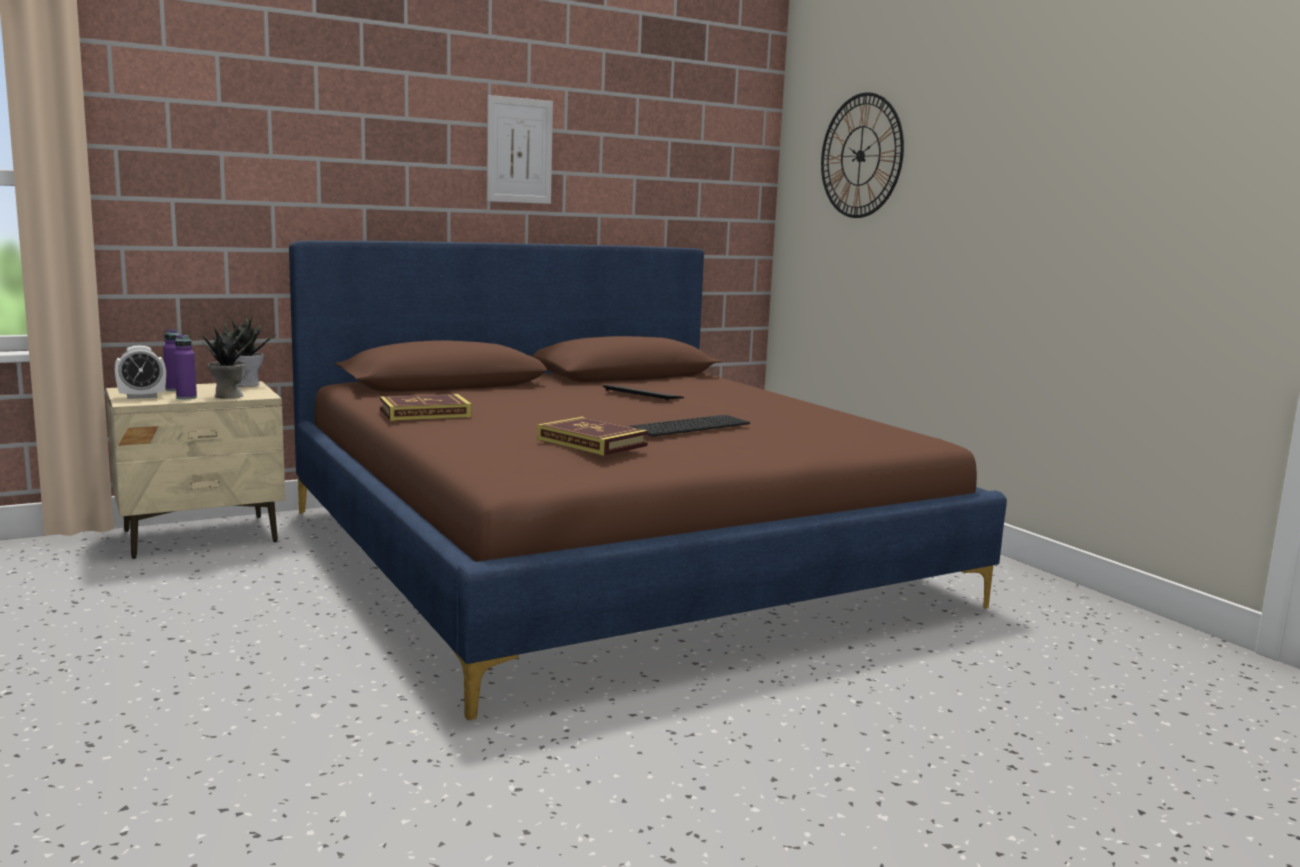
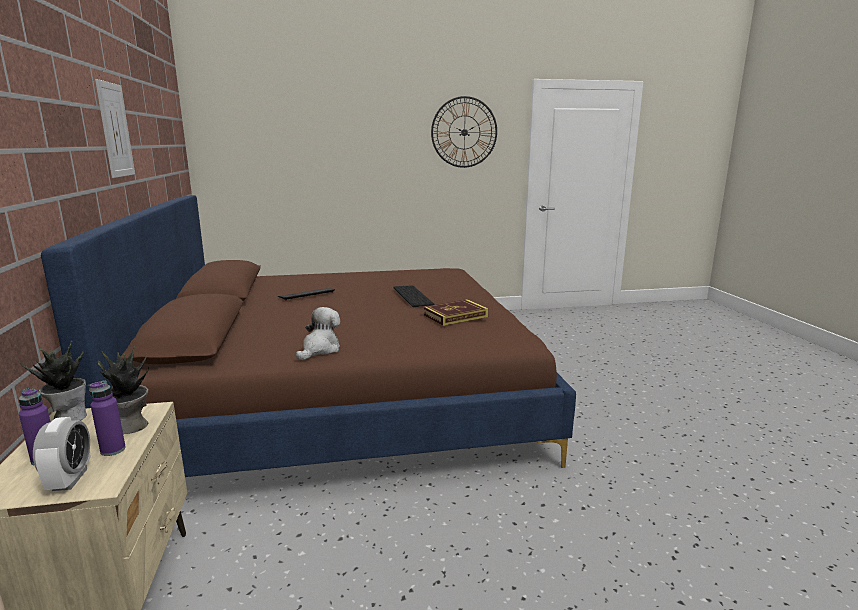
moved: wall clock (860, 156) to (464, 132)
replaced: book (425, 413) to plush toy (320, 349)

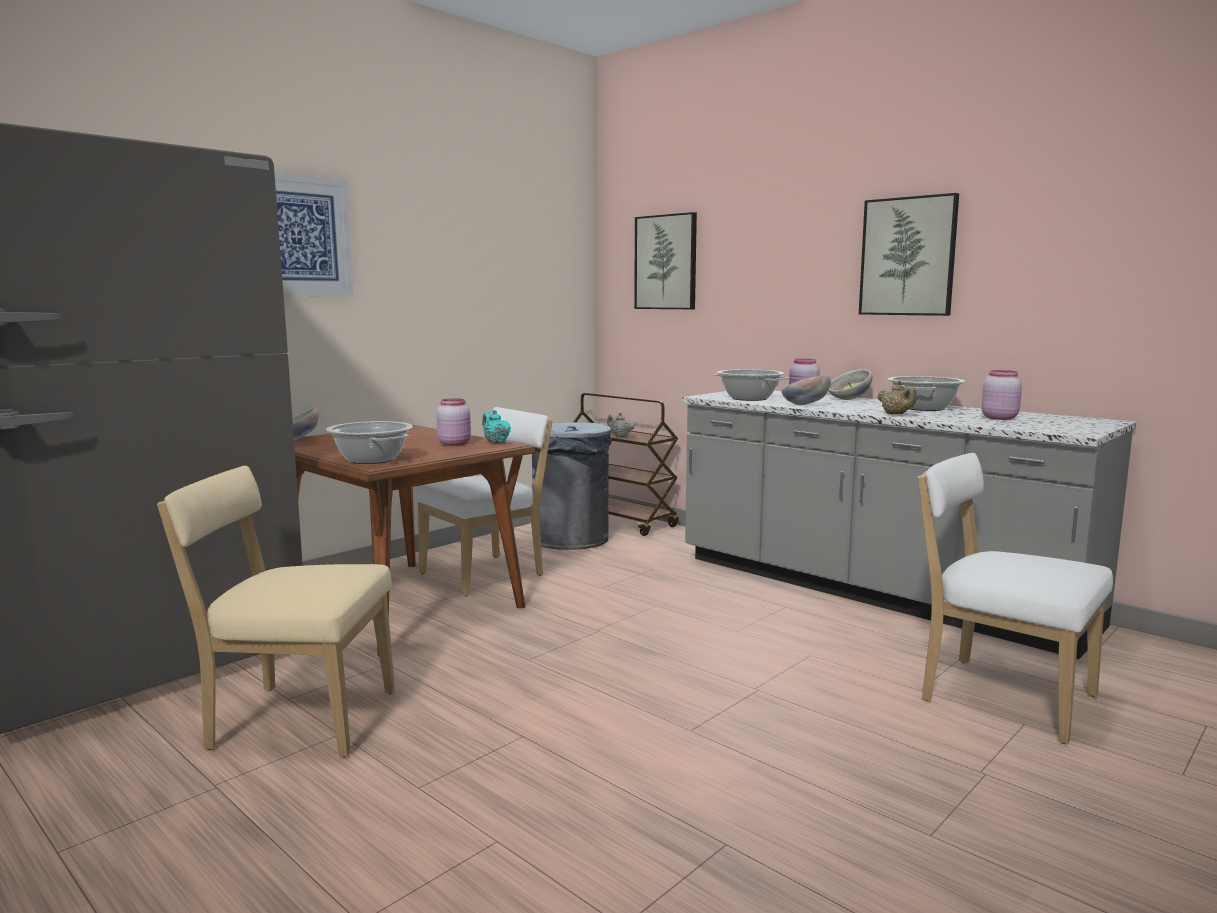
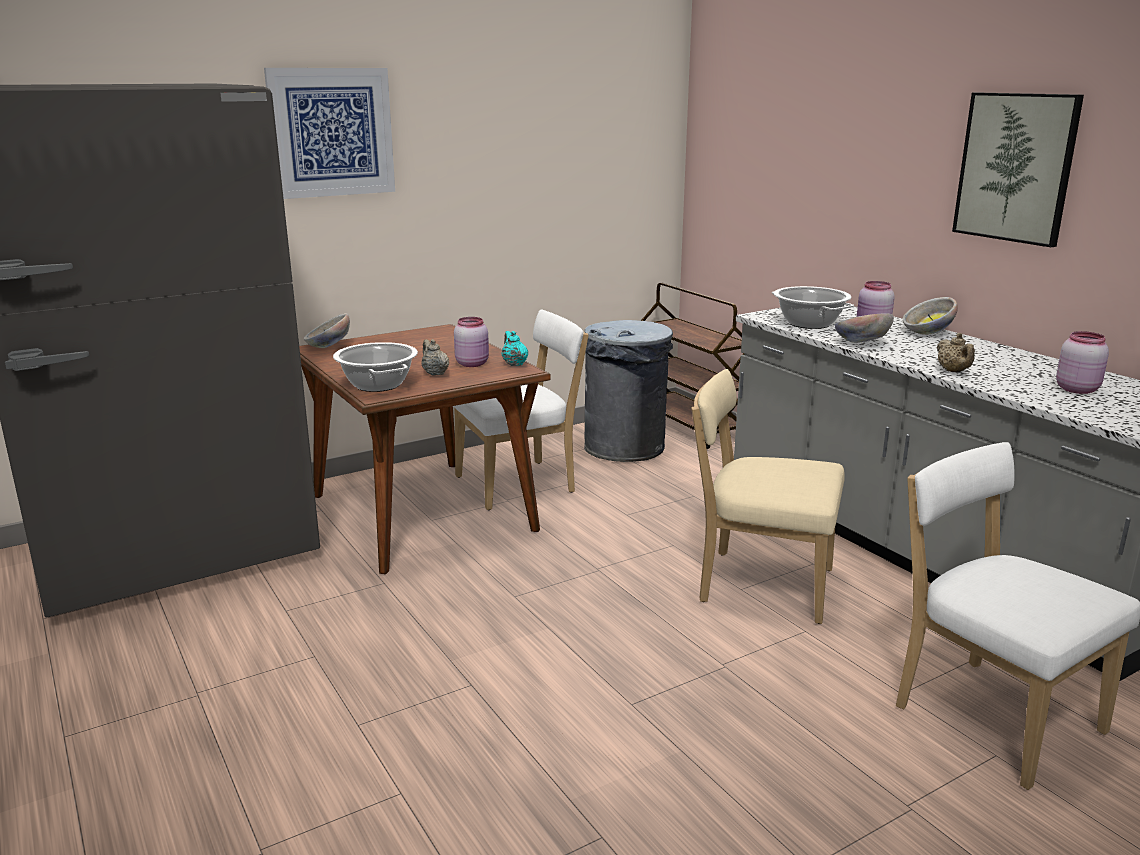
removed: picture (666, 262); cooking pot (924, 408)
moved: chair (beige) (295, 719) to (759, 584); teapot (beige) (620, 436) to (435, 373)

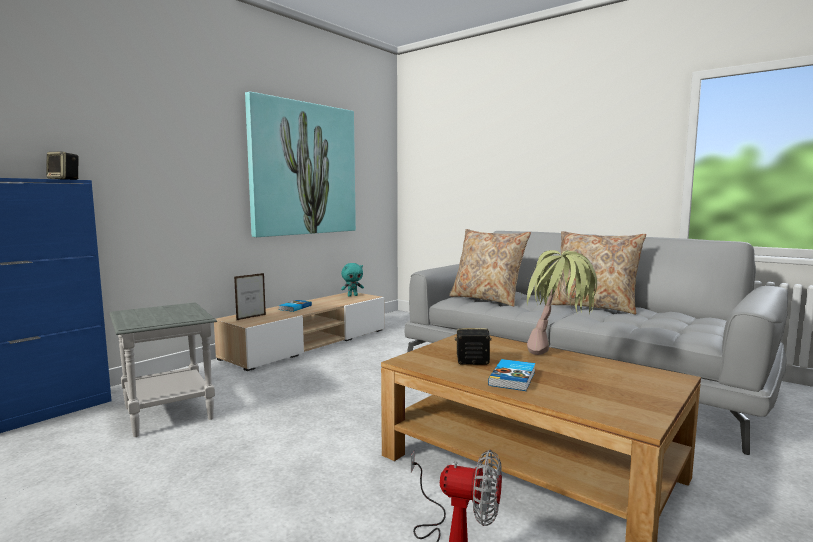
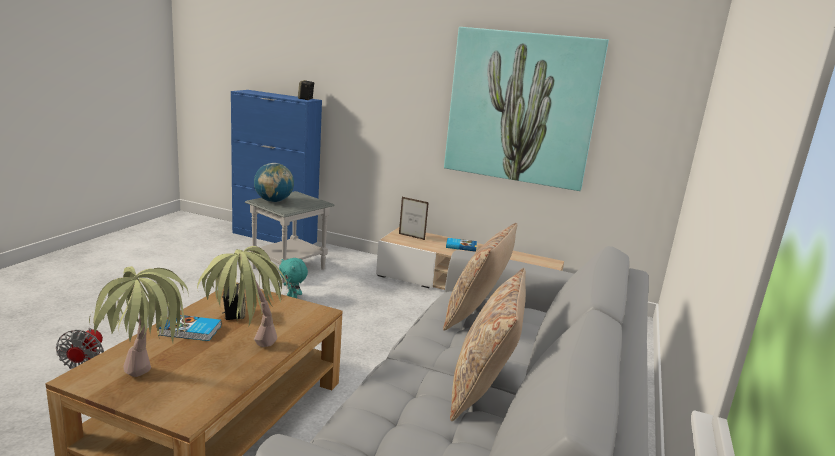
added: potted plant (145, 387); globe (273, 201)
moved: plush toy (turquoise) (352, 295) to (293, 297)

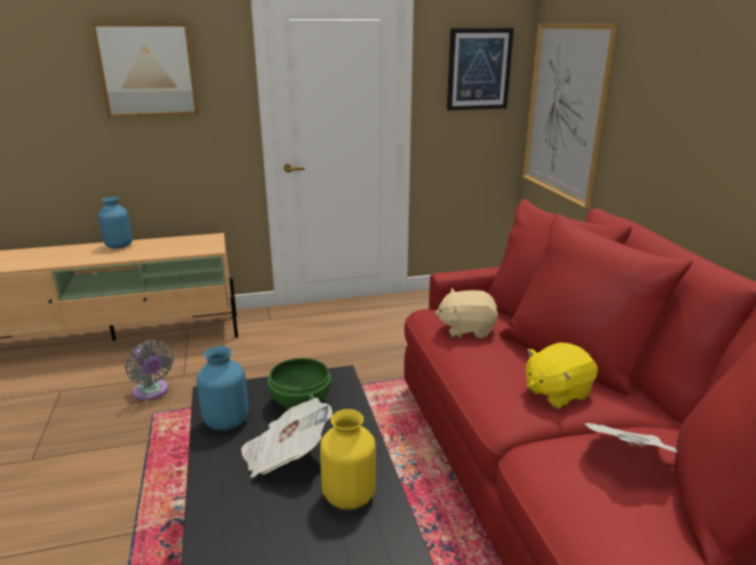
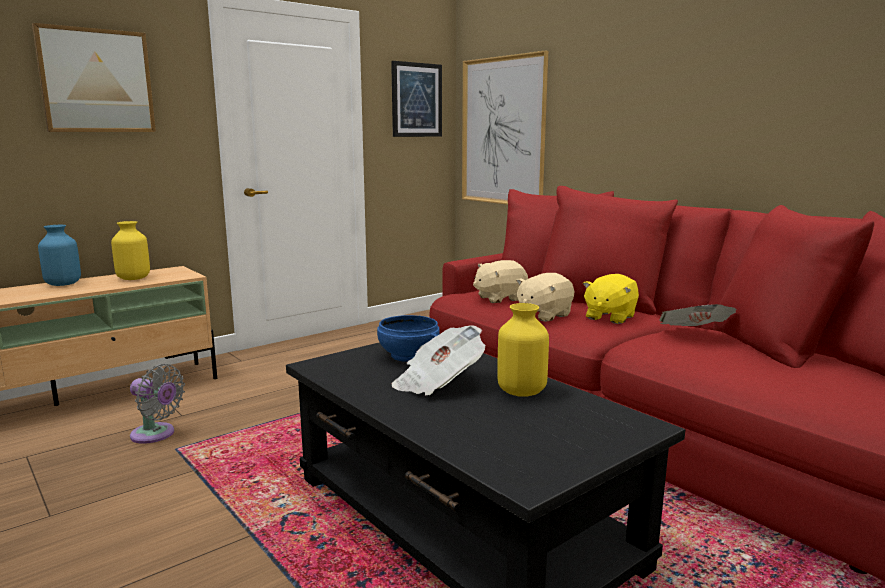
removed: vase (blue) (227, 421)
added: vase (yellow) (134, 278); plush toy (beige) (543, 315)
recoloured: bowl (green) (299, 402) to bowl (blue) (407, 356)

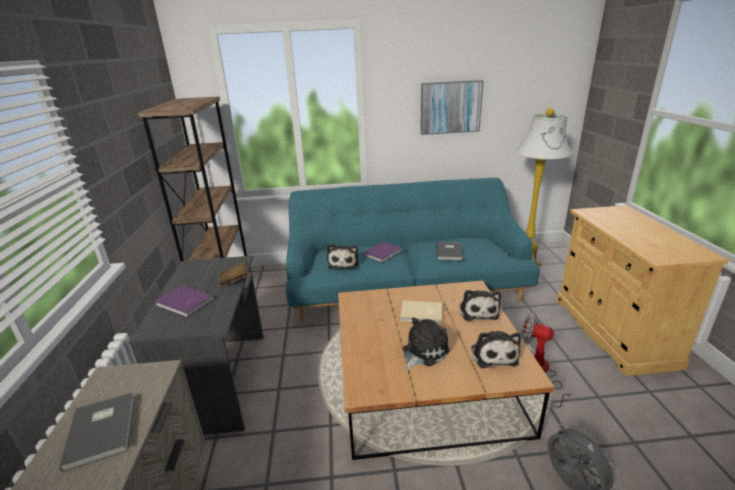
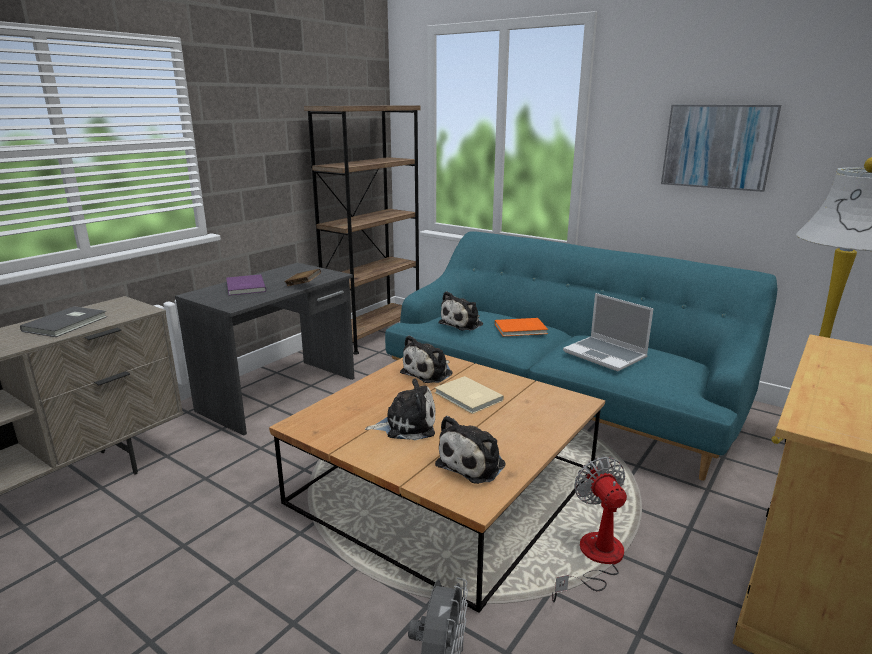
moved: plush toy (478, 311) to (429, 373)
replaced: book (grey) (450, 252) to laptop (606, 355)
recoloured: book (purple) (383, 253) to book (orange) (521, 329)

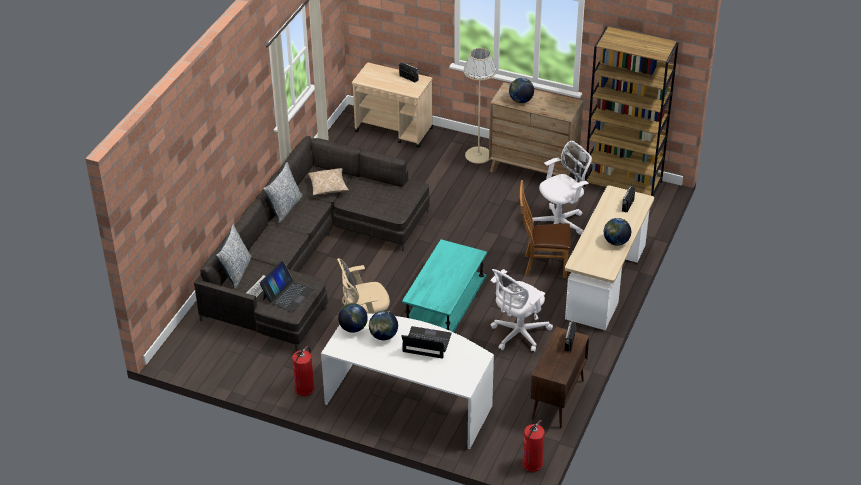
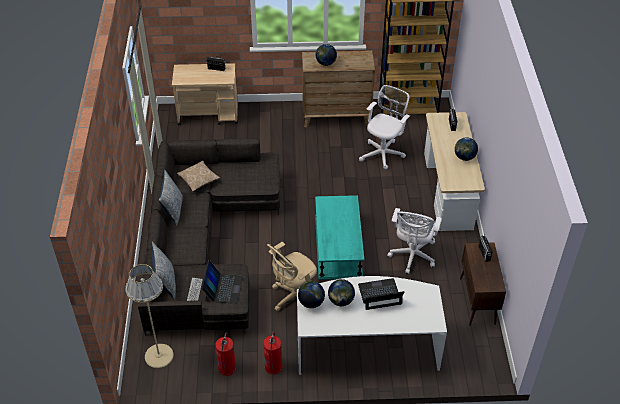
removed: chair (brown) (542, 265)
moved: floor lamp (beige) (478, 155) to (158, 355); fire extinguisher (533, 463) to (227, 367)

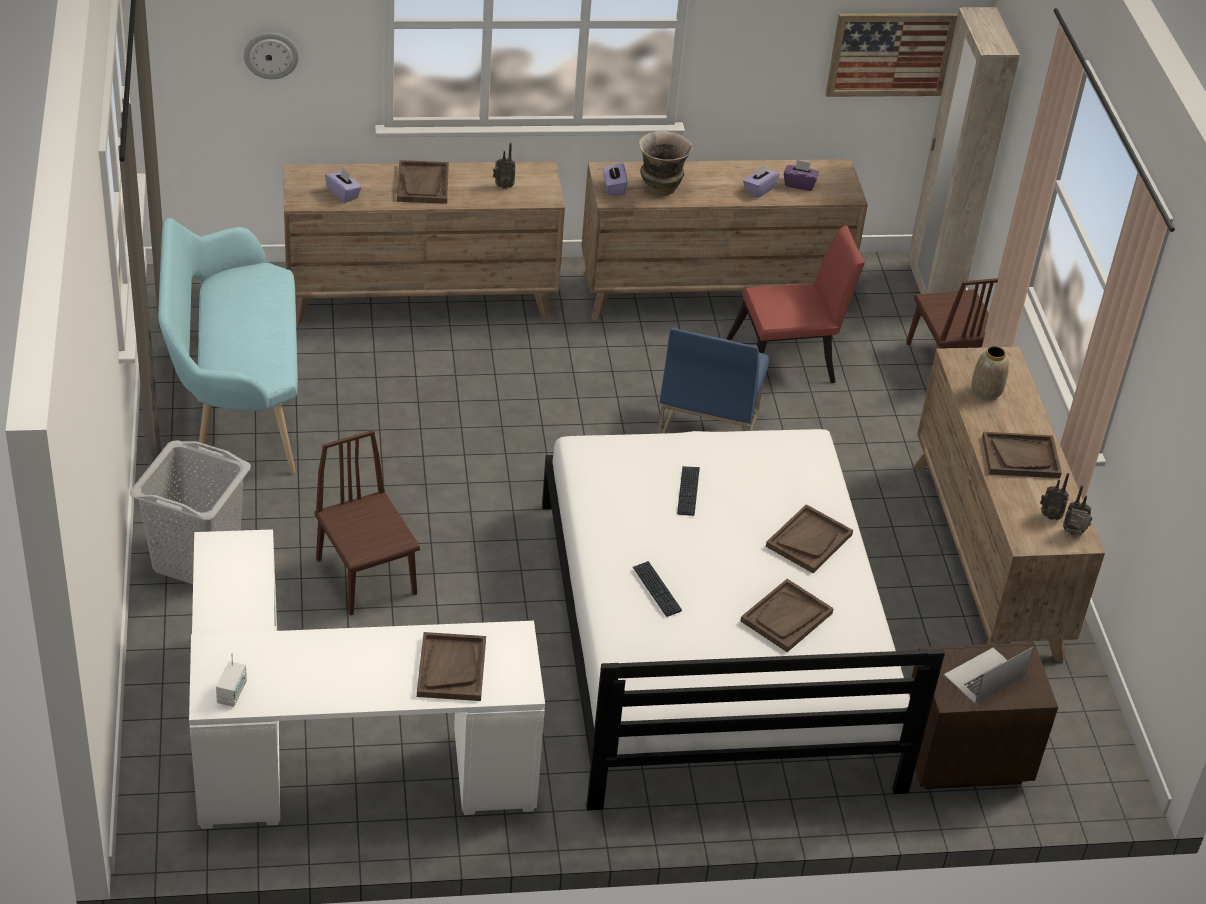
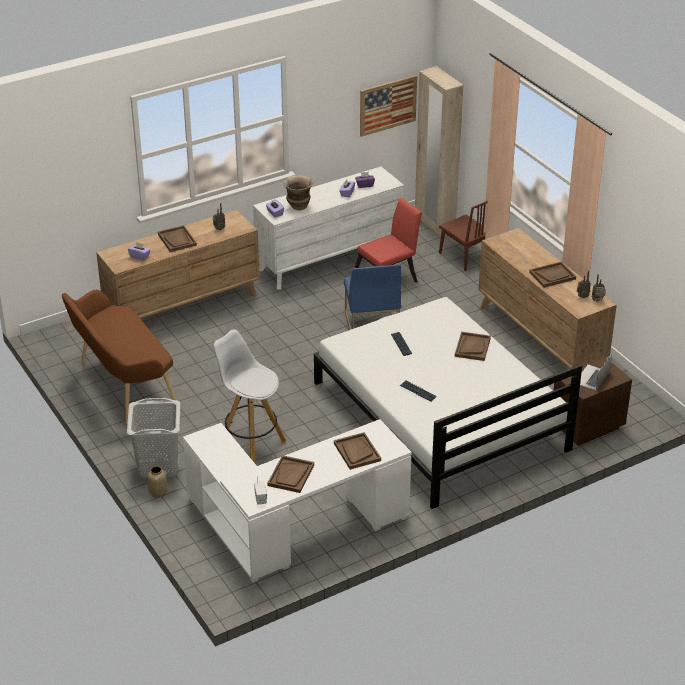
removed: wall clock (271, 55)
moved: tray (brown) (786, 617) to (291, 475); vase (985, 392) to (158, 492)
replaced: chair (brown) (366, 576) to stool (white) (250, 444)
recoloured: bench (turquoise) (235, 403) to bench (brown) (122, 386); dresser (brown) (713, 294) to dresser (white) (329, 259)

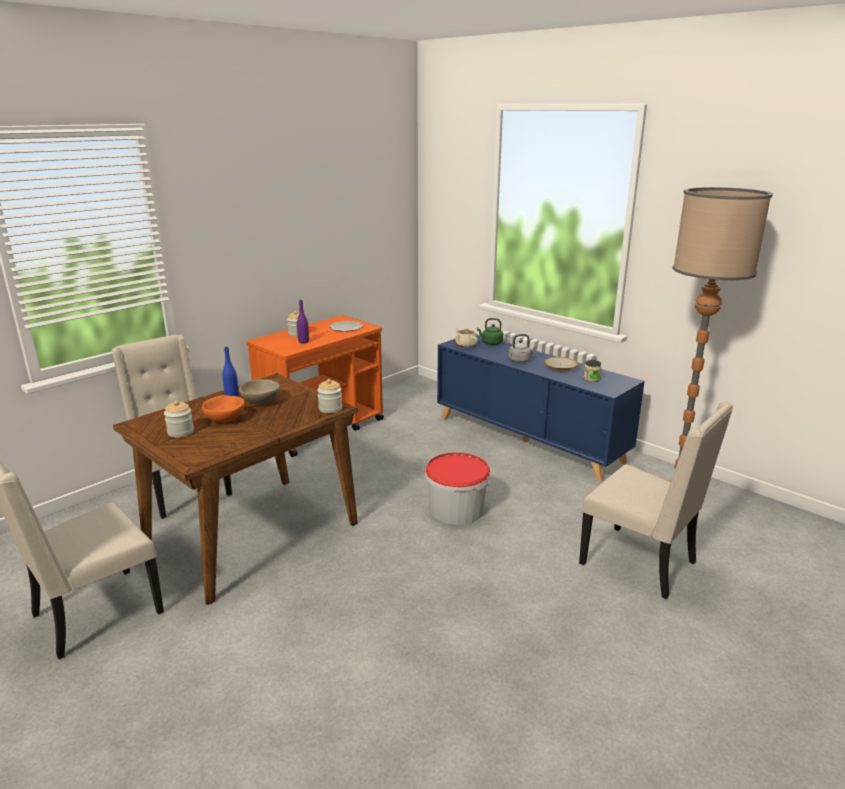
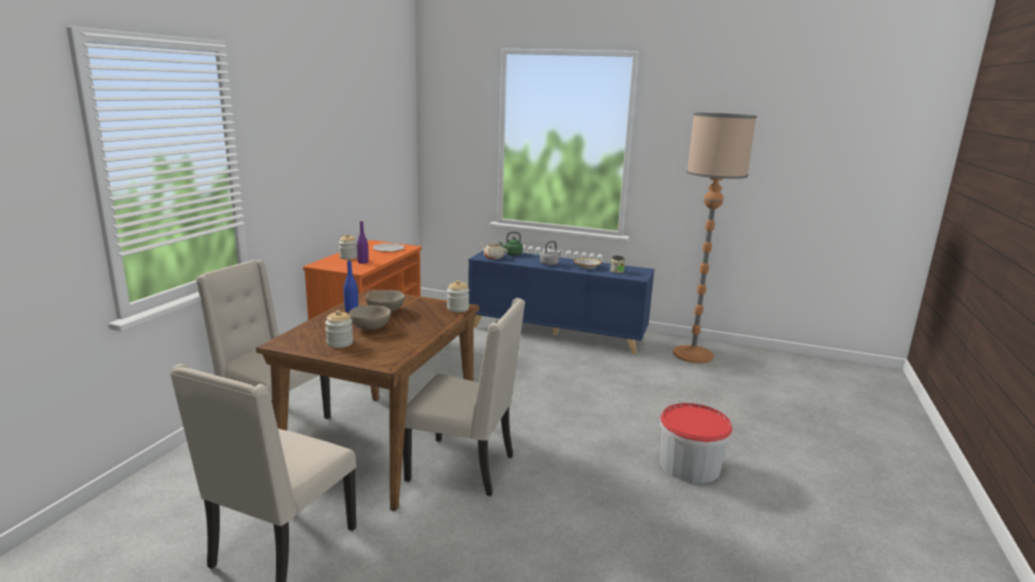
moved: bucket (456, 509) to (690, 465); chair (beige) (641, 563) to (464, 467)
recoloured: bowl (orange) (225, 419) to bowl (beige) (371, 328)

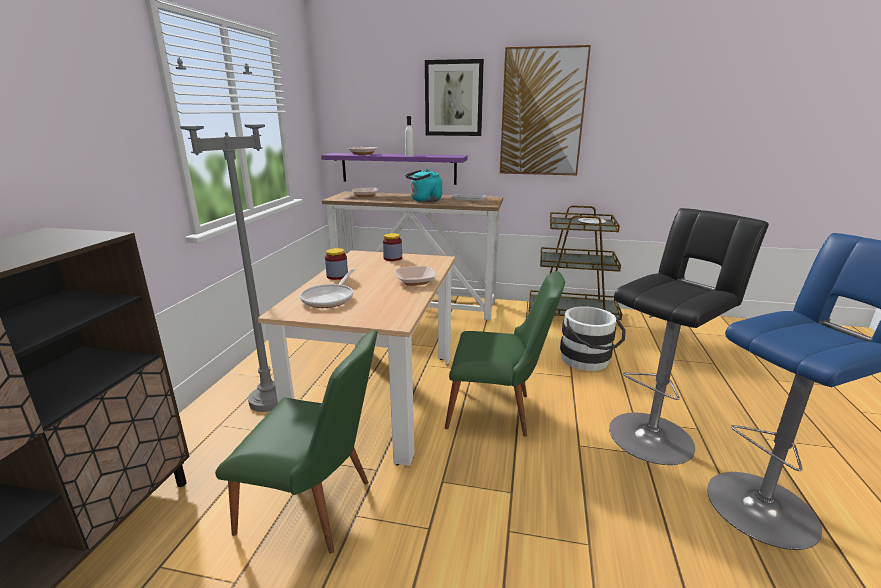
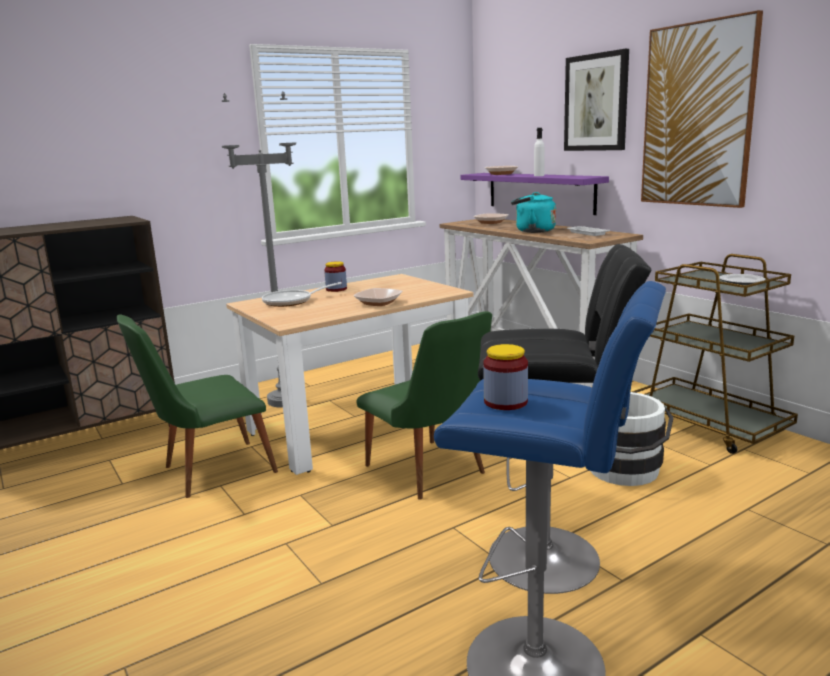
moved: jar (392, 258) to (505, 402)
turned: chair (green) (317, 509) = (207, 471) 90 degrees clockwise

